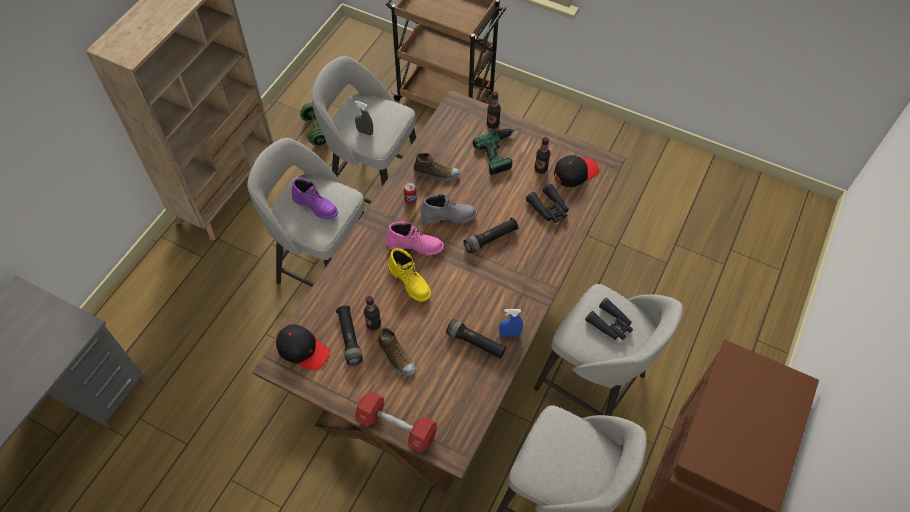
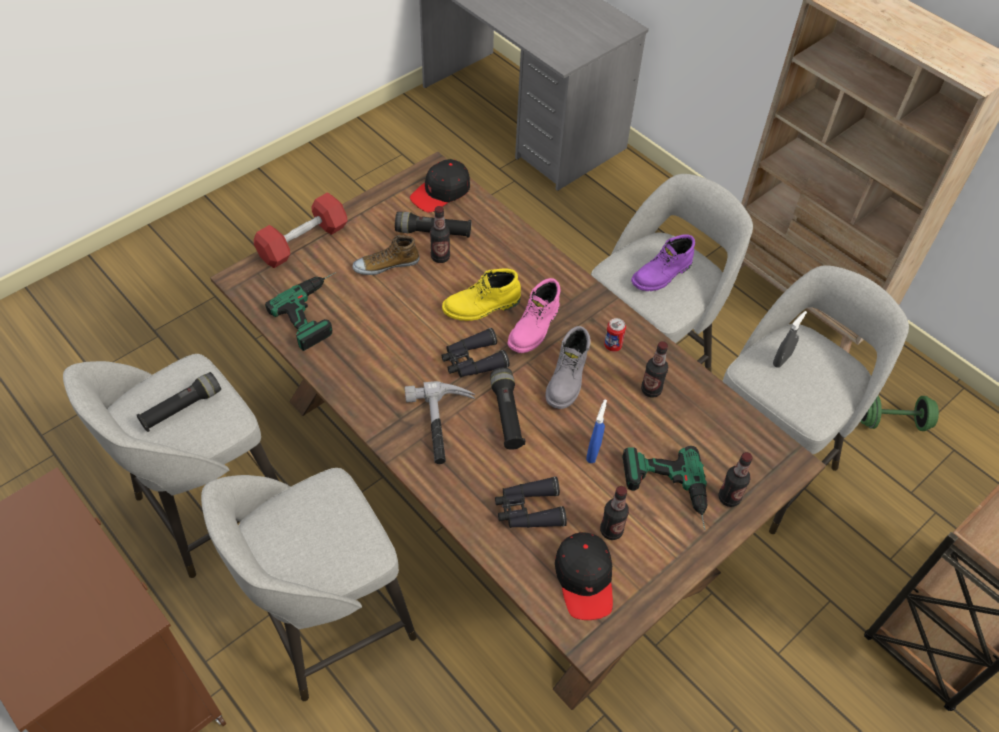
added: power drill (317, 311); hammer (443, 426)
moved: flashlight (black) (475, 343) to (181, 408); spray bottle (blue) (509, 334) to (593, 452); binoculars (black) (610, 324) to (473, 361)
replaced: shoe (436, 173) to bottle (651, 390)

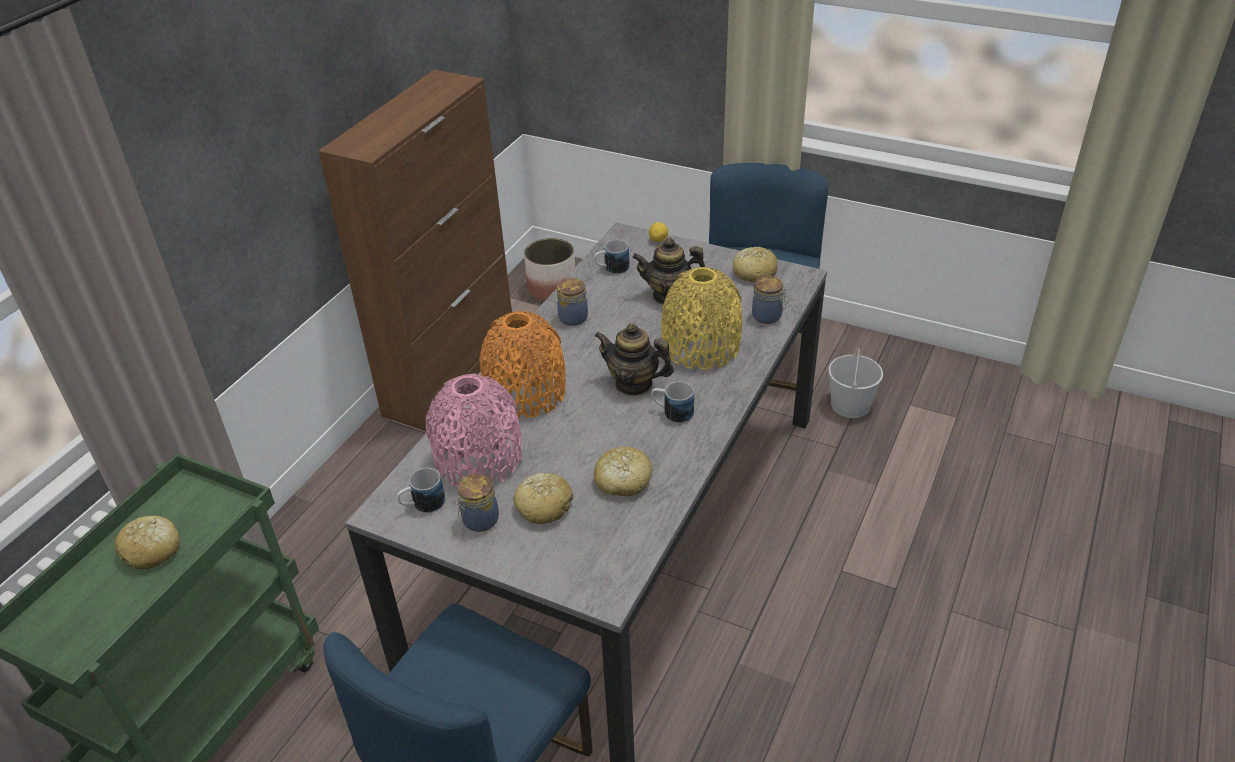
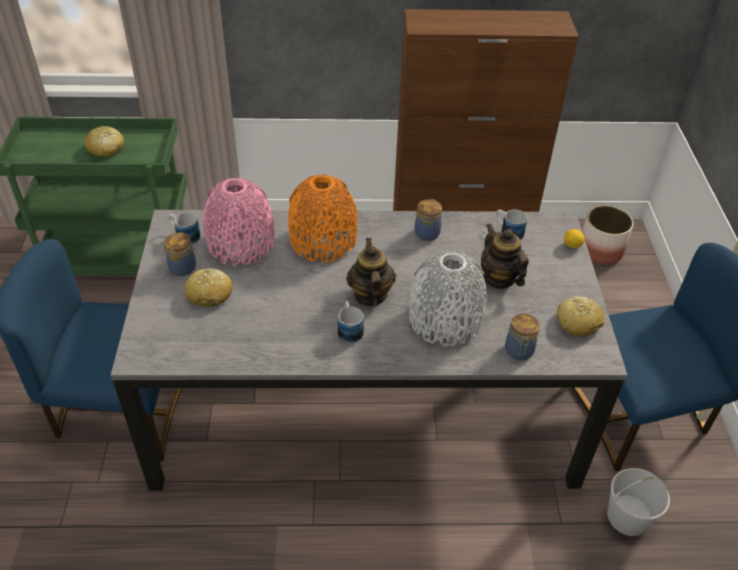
removed: bread (623, 480)
recoloured: vase (yellow) (701, 346) to vase (grey) (445, 320)

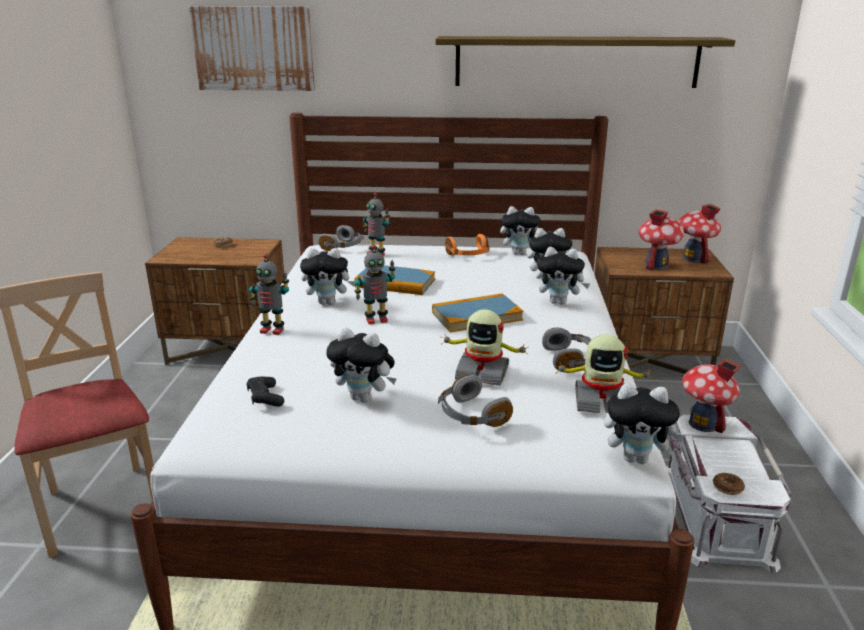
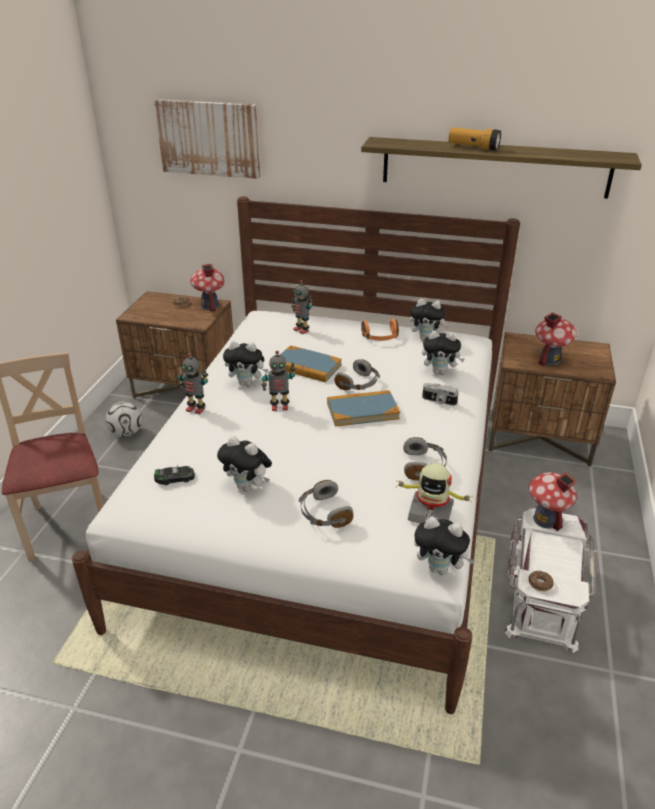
removed: toy robot (482, 372)
added: football (127, 433); flashlight (473, 147)
moved: headphones (grey) (343, 247) to (359, 384); toy house (693, 258) to (210, 305)
replaced: game controller (black) (265, 398) to toy car (174, 478); plush toy (559, 302) to photo camera (439, 401)

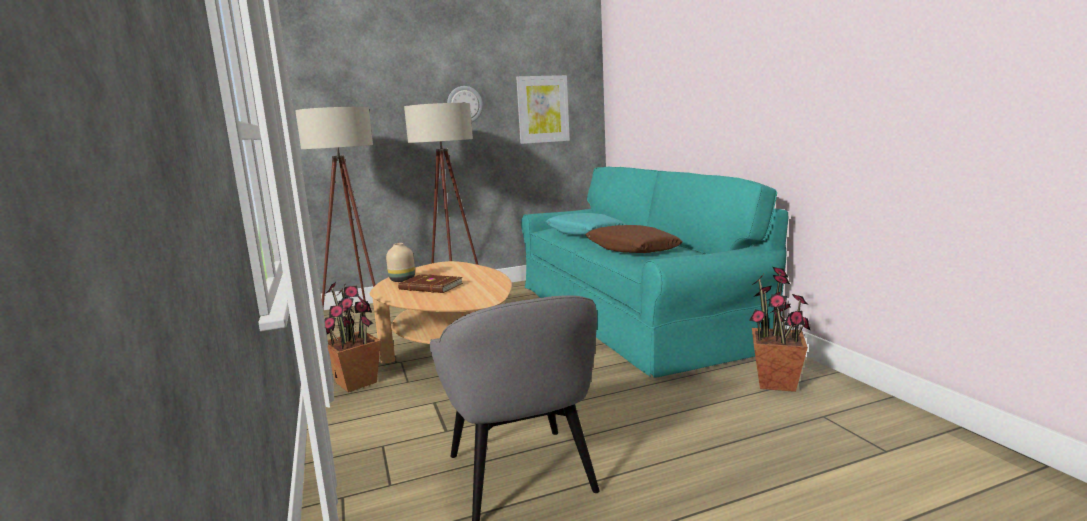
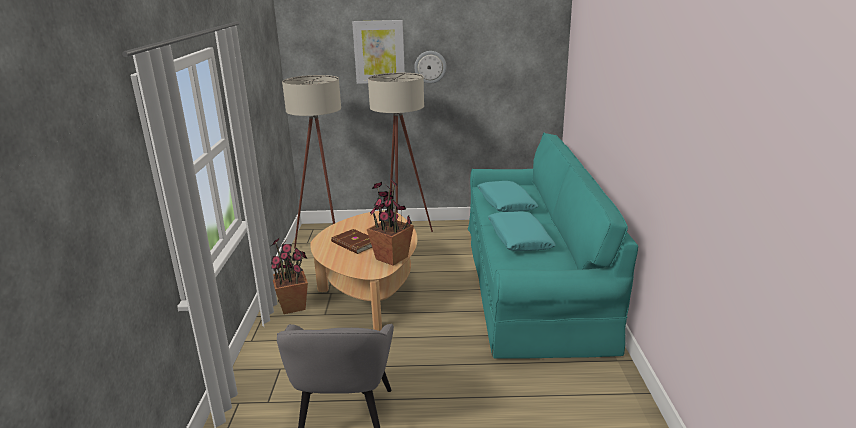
removed: vase (beige) (403, 280)
moved: picture (543, 109) to (379, 52); potted plant (776, 383) to (391, 258)
recoloured: pillow (brown) (631, 249) to pillow (turquoise) (519, 239)

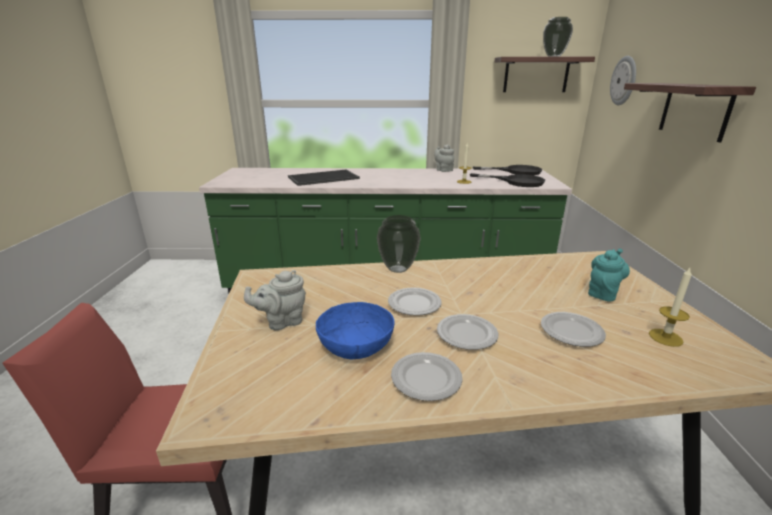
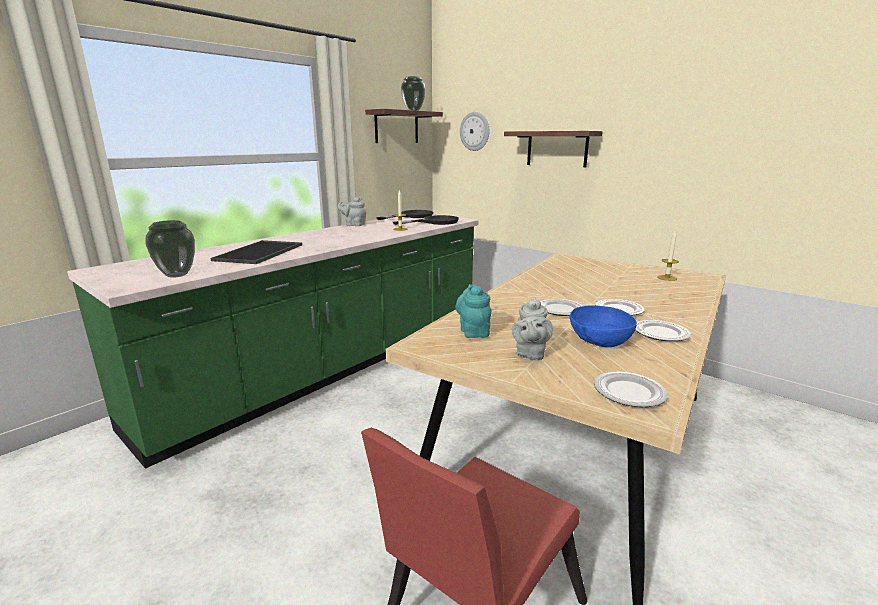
moved: vase (398, 269) to (177, 275); plate (572, 332) to (629, 392); teapot (turquoise) (603, 293) to (473, 331)

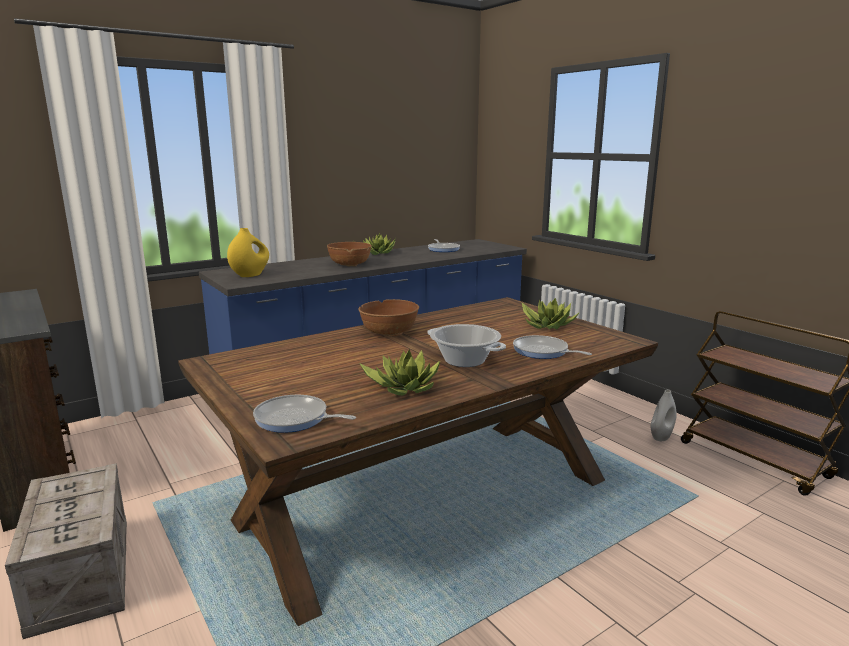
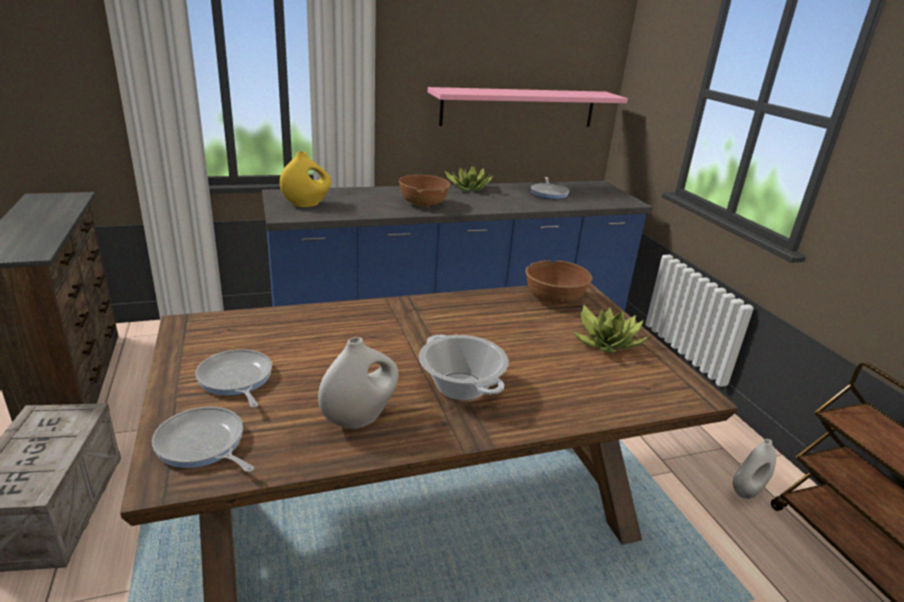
added: shelf (pink) (519, 107)
moved: bowl (brown) (389, 333) to (554, 299); frying pan (543, 352) to (236, 380)
replaced: potted plant (404, 386) to vase (white) (360, 417)

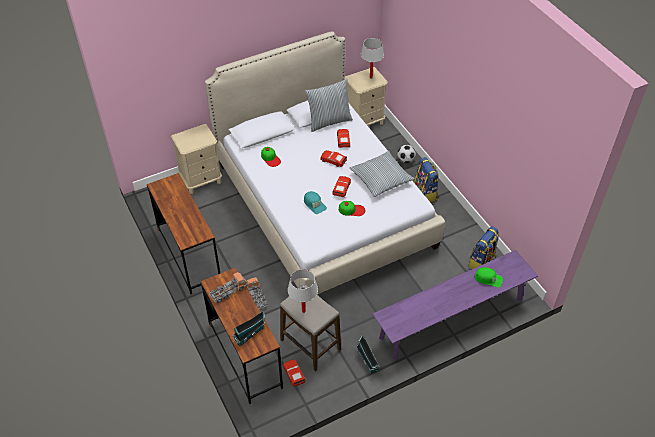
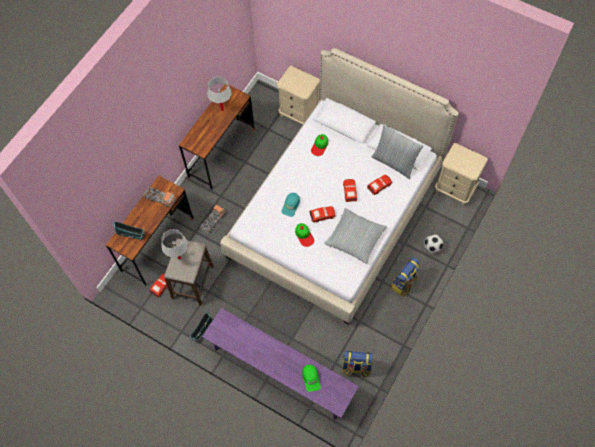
moved: table lamp (white) (371, 77) to (222, 110)

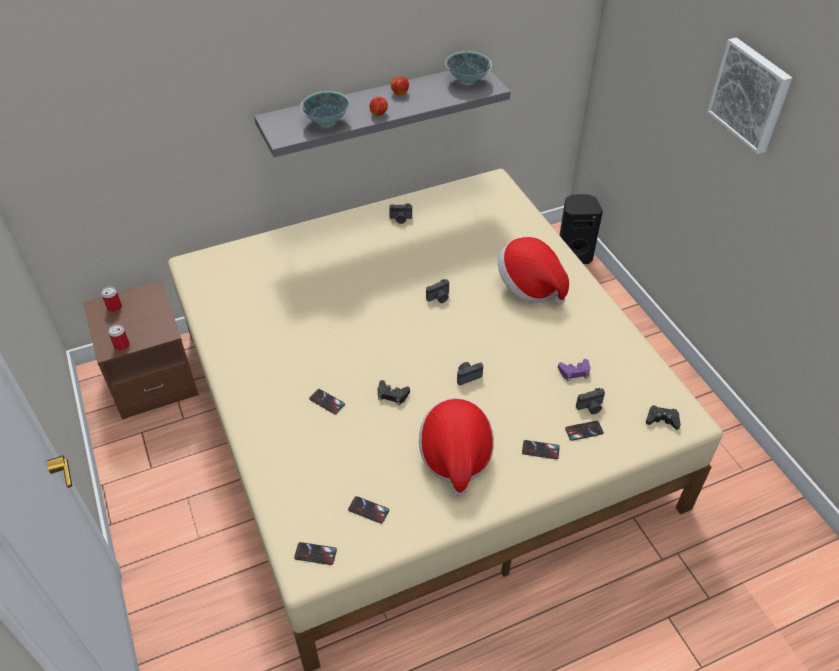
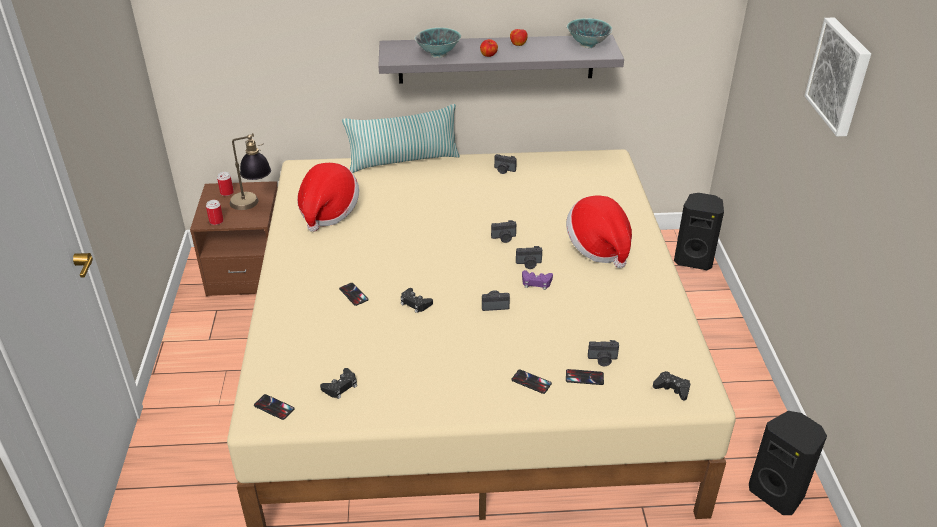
added: table lamp (253, 206); pillow (403, 161); photo camera (529, 264); speaker (black) (777, 493)
moved: hat (455, 456) to (328, 212); game controller (purple) (574, 372) to (536, 282)
replaced: phone (368, 510) to game controller (black) (340, 386)

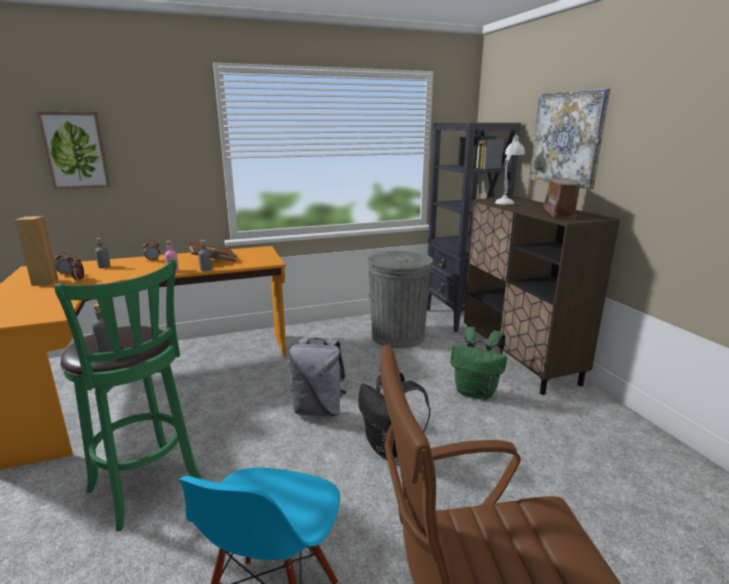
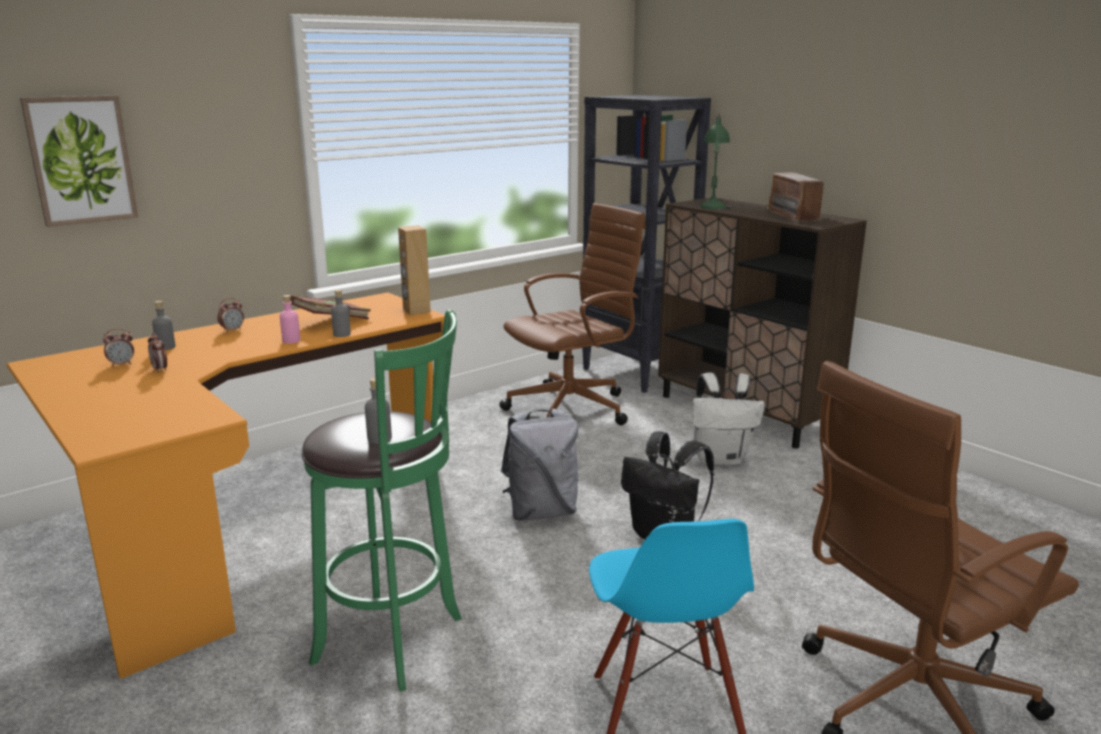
removed: picture (567, 139)
moved: speaker (brown) (44, 282) to (416, 310)
replaced: trash can (grey) (398, 336) to office chair (brown) (572, 408)
recoloured: backpack (green) (476, 392) to backpack (white) (721, 458); table lamp (white) (507, 201) to table lamp (green) (713, 205)

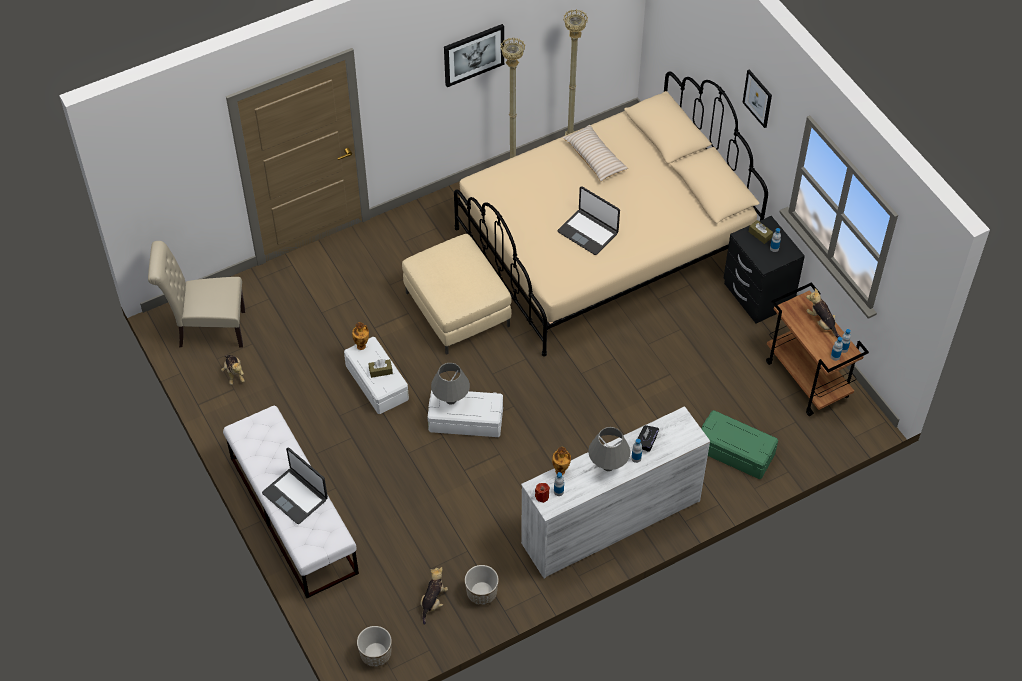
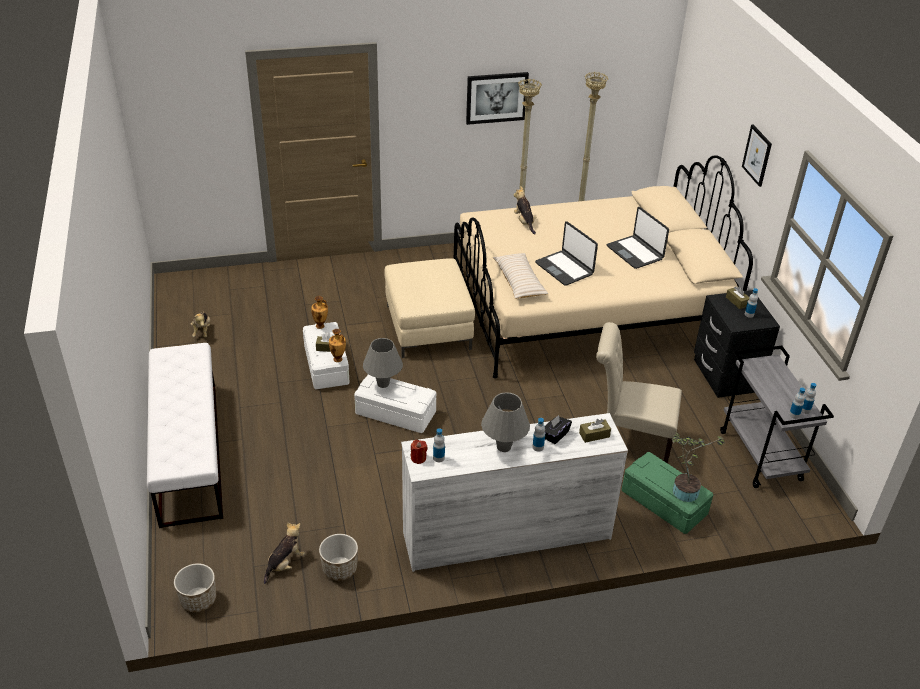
added: tissue box (brown) (594, 435); potted plant (683, 490)
moved: chair (beige) (207, 329) to (628, 441); laptop (295, 496) to (635, 252); vase (561, 471) to (338, 359); pillow (beige) (594, 158) to (519, 282); plush toy (822, 323) to (524, 222)
recoloured: cart (brown) (808, 380) to cart (grey) (761, 456)

